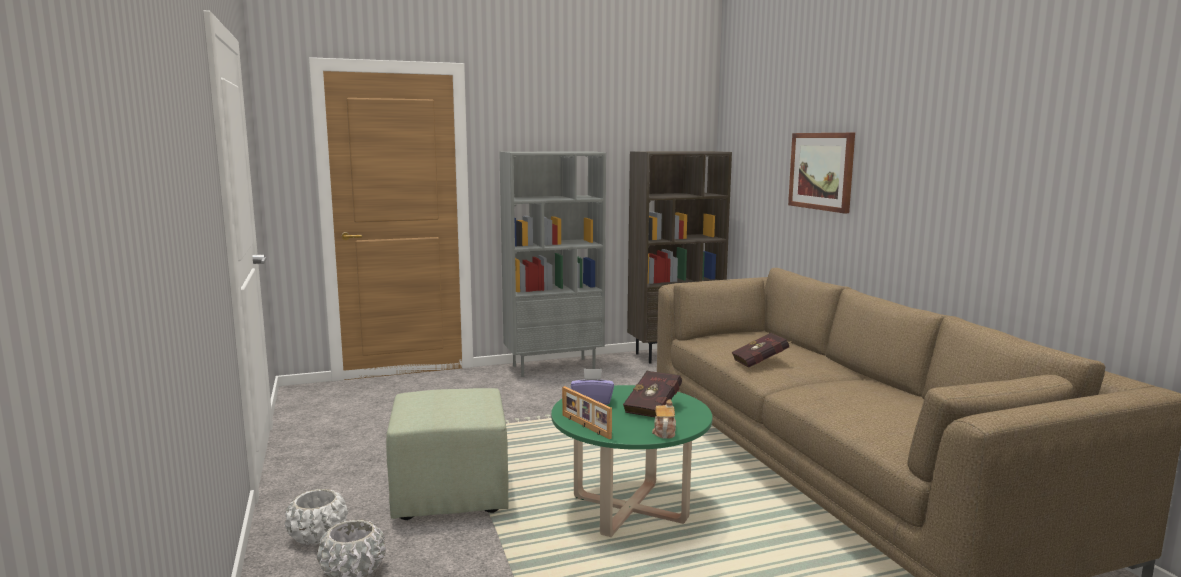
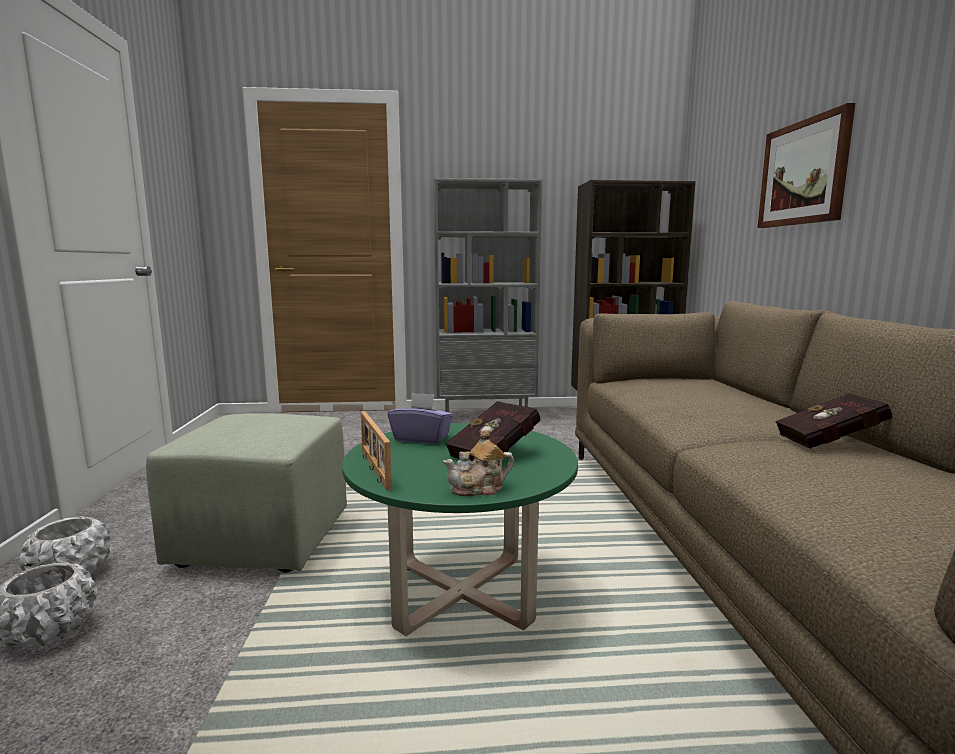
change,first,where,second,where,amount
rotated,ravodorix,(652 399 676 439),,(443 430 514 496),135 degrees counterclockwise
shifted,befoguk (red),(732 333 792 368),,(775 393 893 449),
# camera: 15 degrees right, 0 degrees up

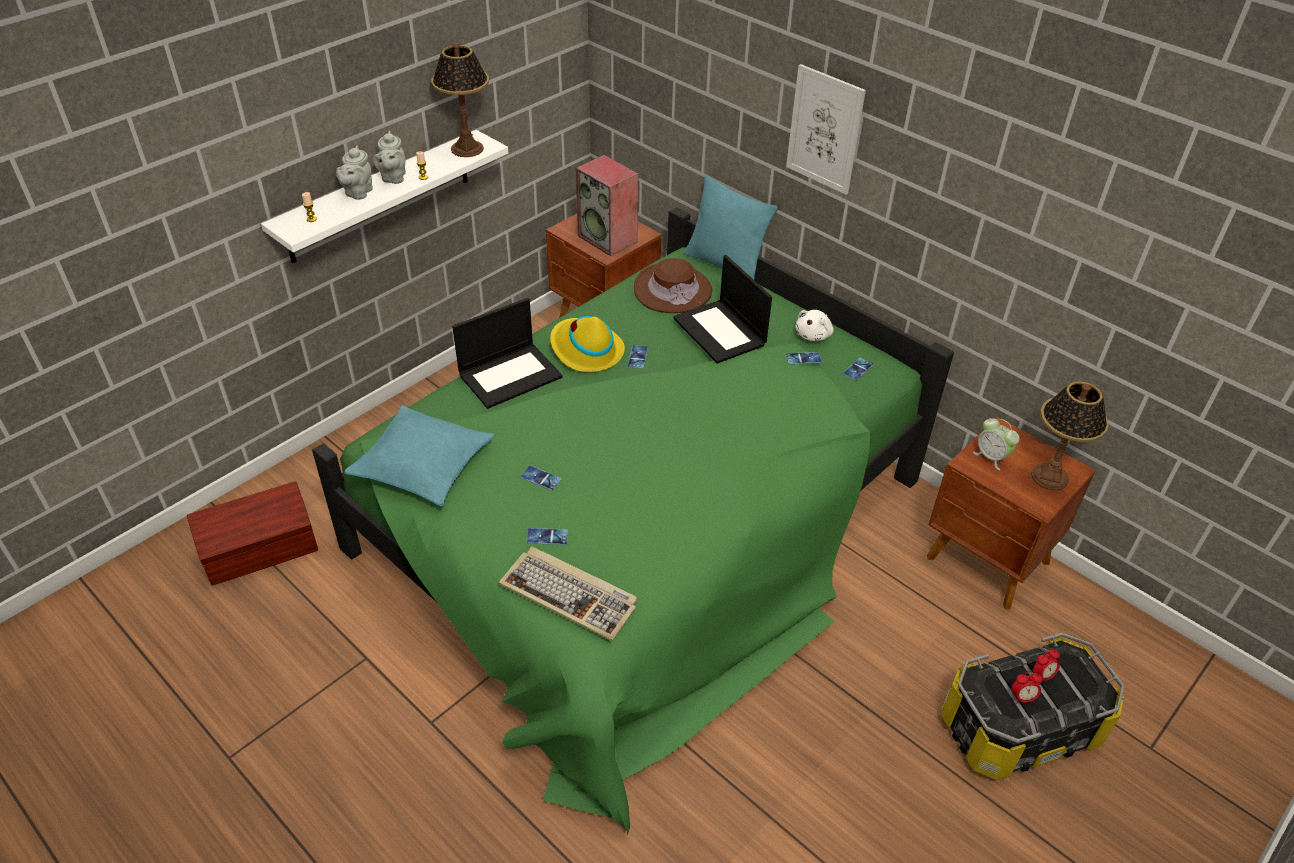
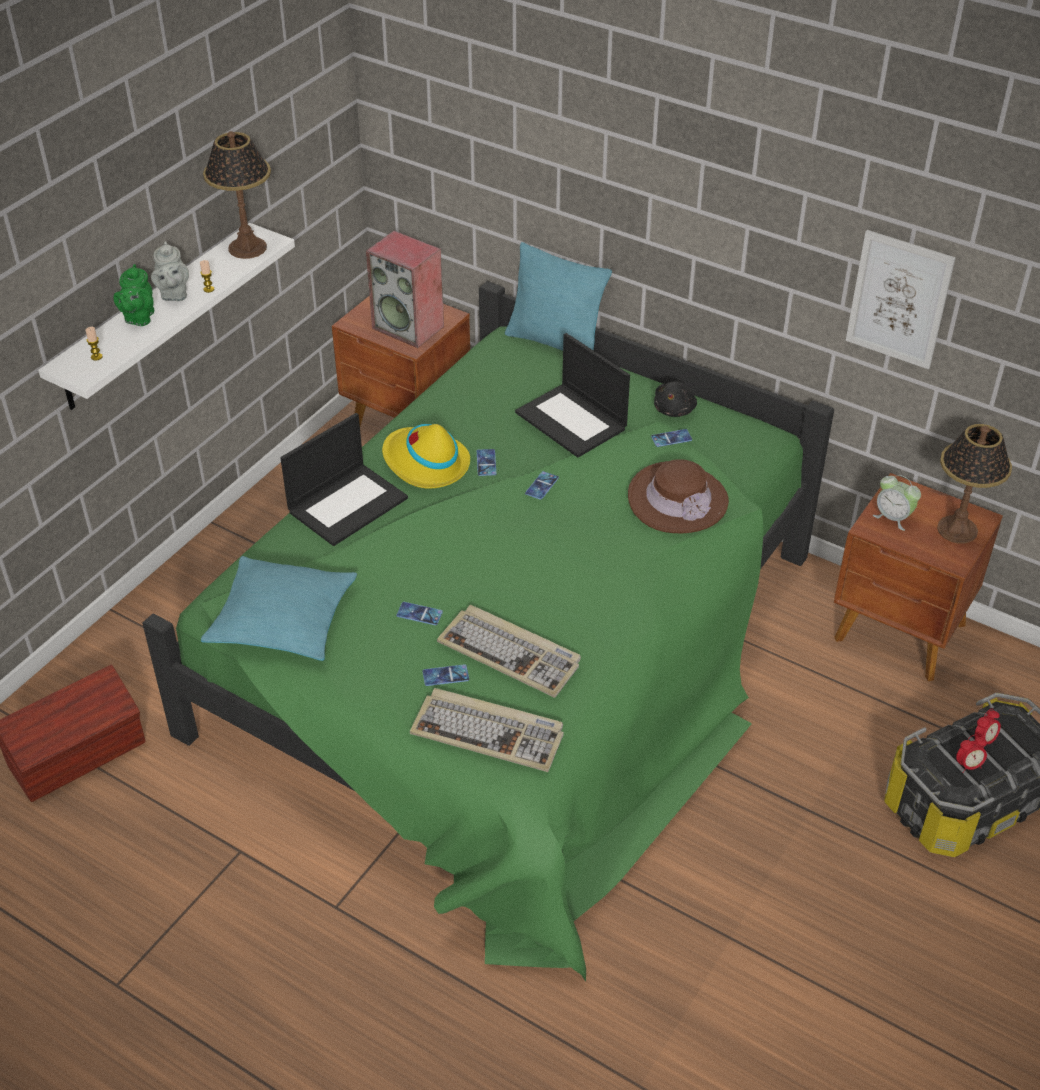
change,first,where,second,where,amount
repainted,ravodorix (grey),(336 146 373 200),ravodorix (green),(113 264 154 326),
shifted,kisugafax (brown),(634 258 712 313),,(628 459 729 533),
shifted,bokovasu,(786 64 866 195),,(846 230 956 370),
repainted,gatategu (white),(795 310 834 341),gatategu (black),(654 381 697 417),
shifted,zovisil,(843 358 873 380),,(525 471 559 500),
new,,,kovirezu,(437 605 581 698),
# camera: 10 degrees left, 0 degrees up

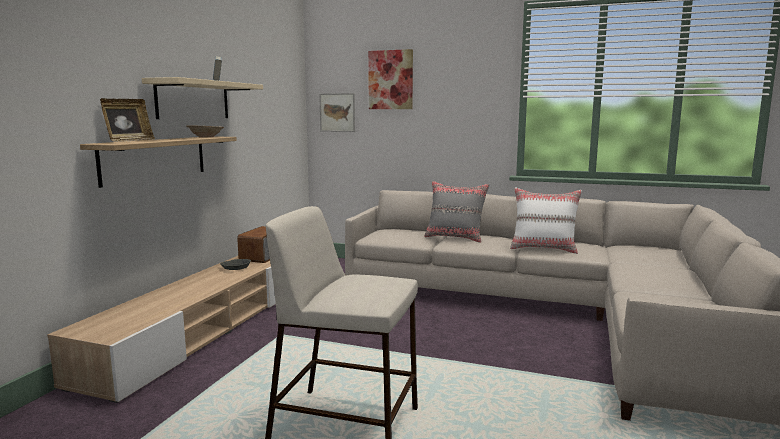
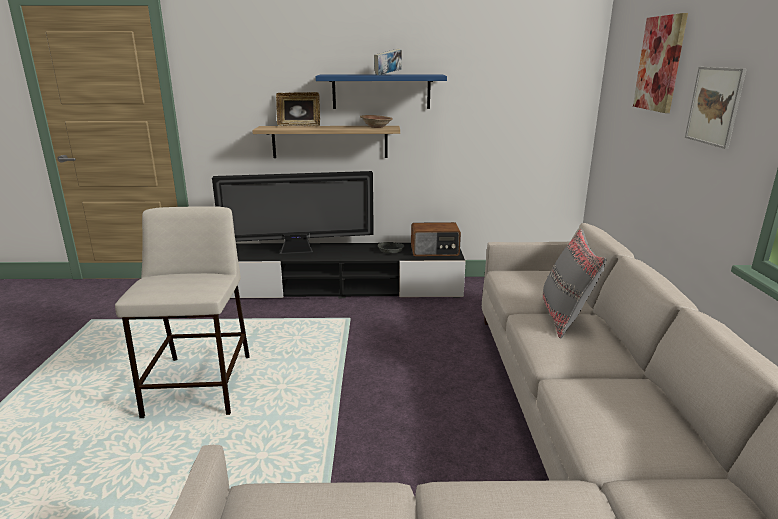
change,first,where,second,where,amount
repainted,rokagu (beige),(47 256 276 403),rokagu (black),(230 243 466 298),
repainted,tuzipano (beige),(142 77 263 119),tuzipano (blue),(315 75 447 109),
shifted,bokovasu,(319 93 355 132),,(685 67 746 149),
gone,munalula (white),(510 188 582 254),,,
new,,,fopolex,(212 171 374 254),
# camera: 70 degrees right, 10 degrees up

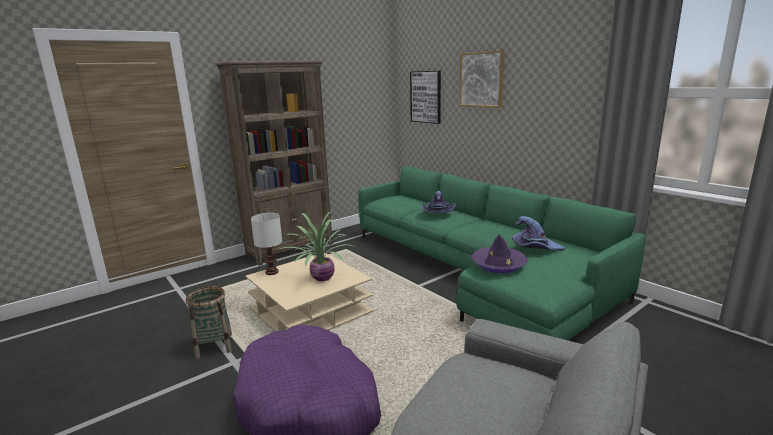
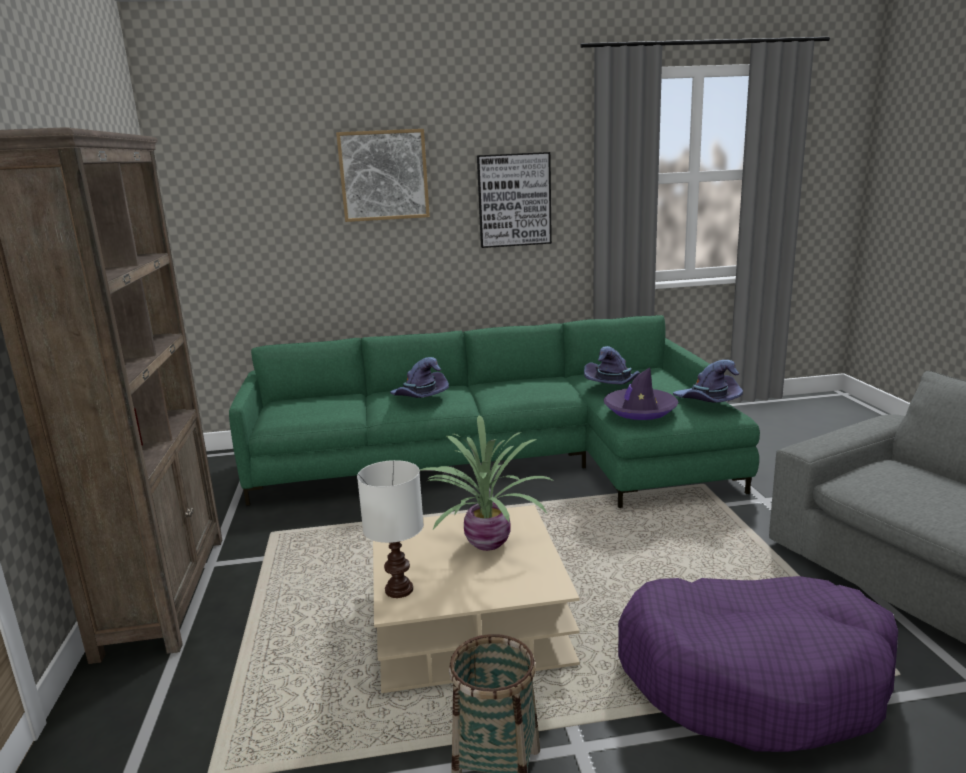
change,first,where,second,where,amount
shifted,bokovasu,(410 71 441 124),,(477 152 552 248),
new,,,kisugafax (purple),(673 360 743 403),
# camera: 60 degrees left, 0 degrees up

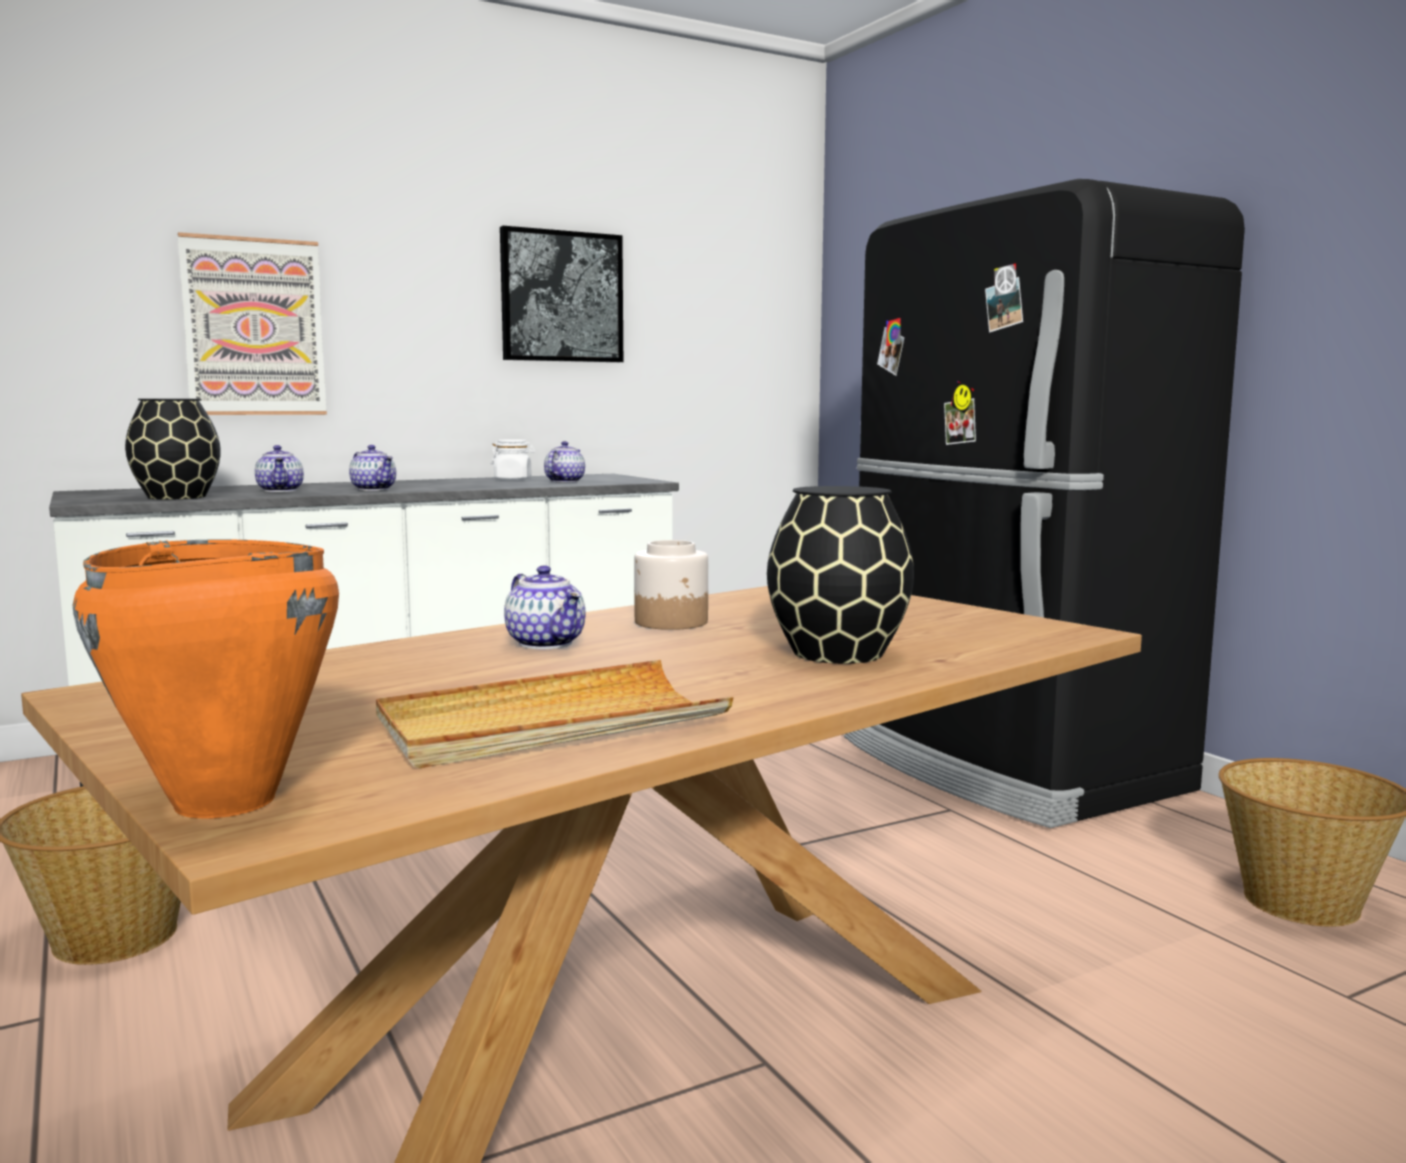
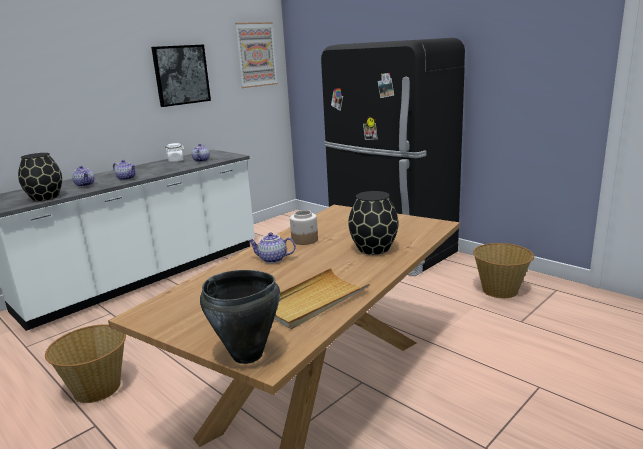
change,first,where,second,where,amount
repainted,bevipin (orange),(72 539 339 818),bevipin (black),(200 270 280 364),
shifted,bokovasu,(178 232 327 415),,(235 22 278 88),
rotated,ravodorix,(504 565 585 649),,(248 232 296 263),150 degrees clockwise
# camera: 15 degrees left, 10 degrees up

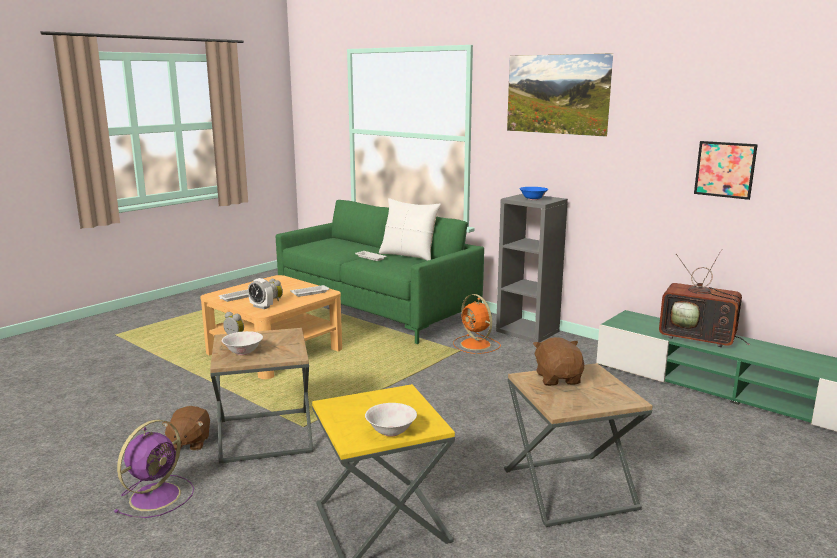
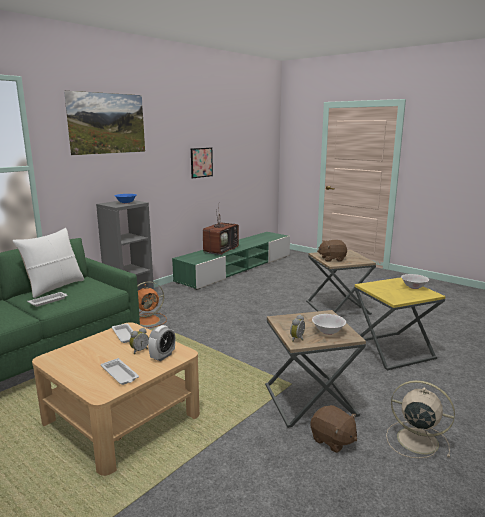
change,first,where,second,where,amount
repainted,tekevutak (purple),(114 420 194 518),tekevutak (beige),(386 380 455 458),
rotated,gatategu (brown),(162 406 210 451),,(310 405 357 453),45 degrees clockwise
# camera: 90 degrees left, 0 degrees up

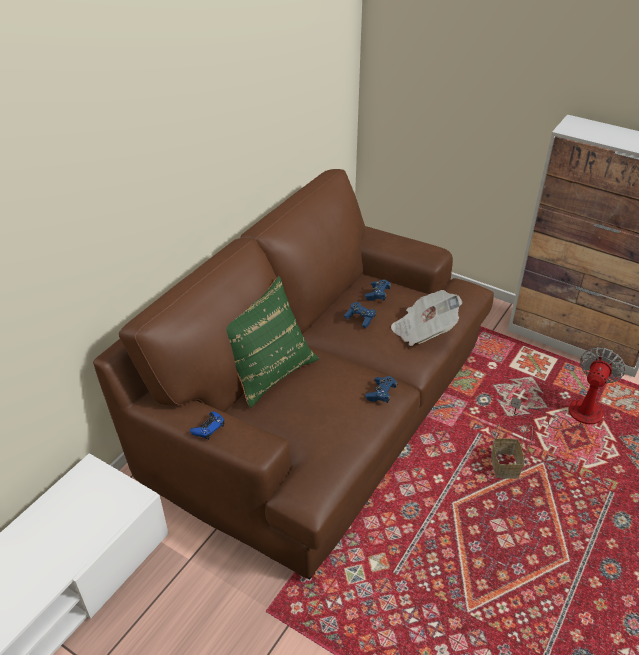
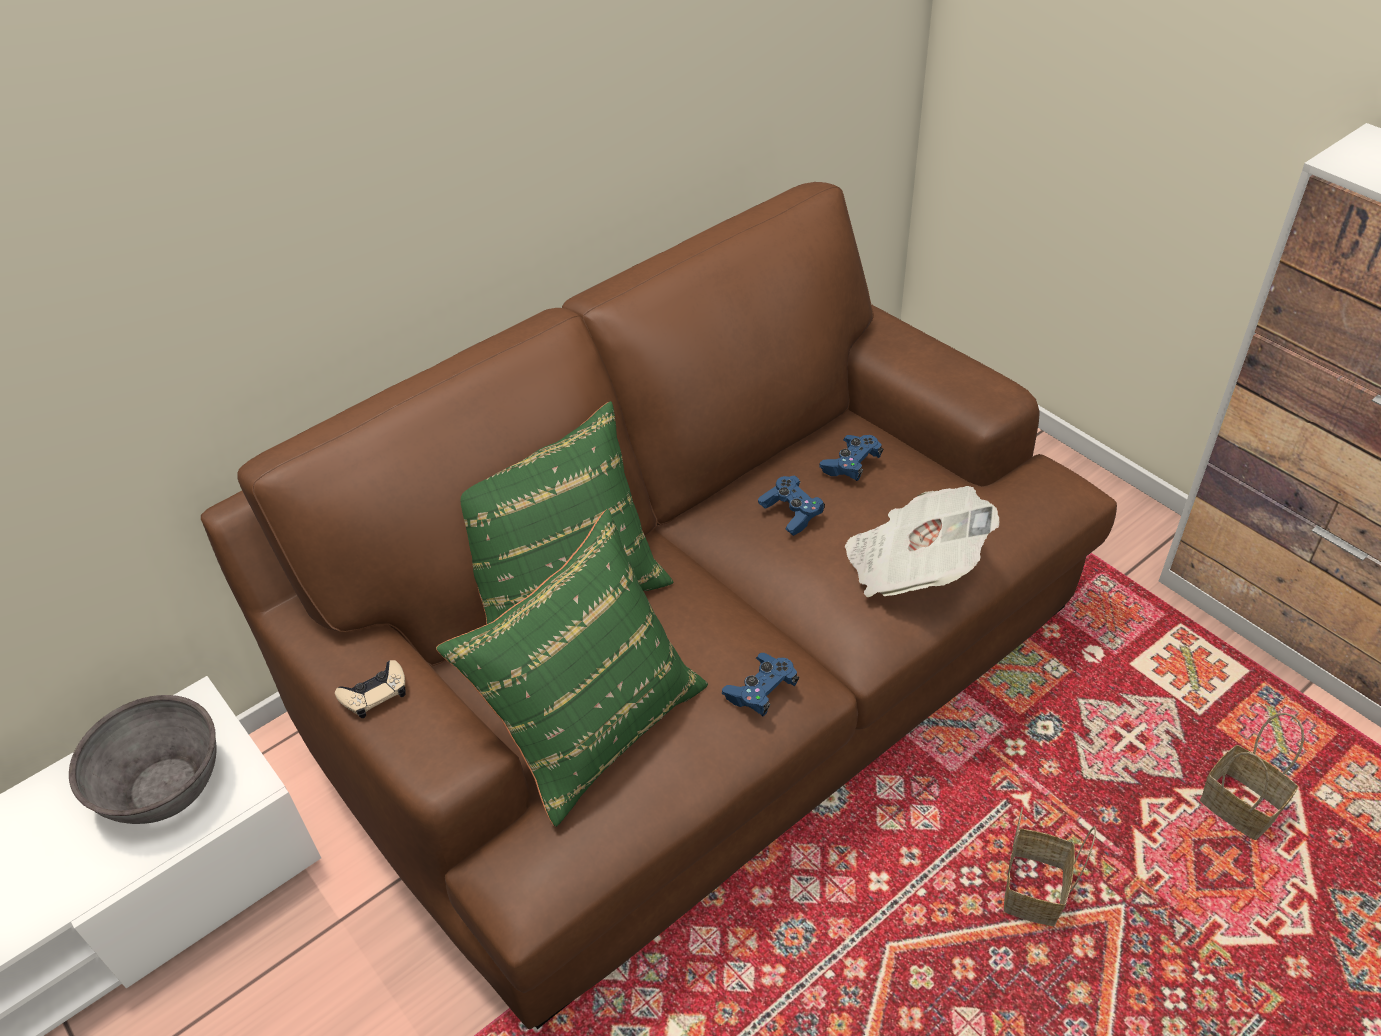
change,first,where,second,where,amount
repainted,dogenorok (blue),(190 412 225 440),dogenorok (beige),(335 660 406 718),
swapped,tekevutak,(511 347 625 429),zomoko,(1200 713 1304 840),
new,,,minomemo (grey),(69 695 217 824),
new,,,munalula (green),(436 509 708 827),
# camera: 20 degrees right, 5 degrees up

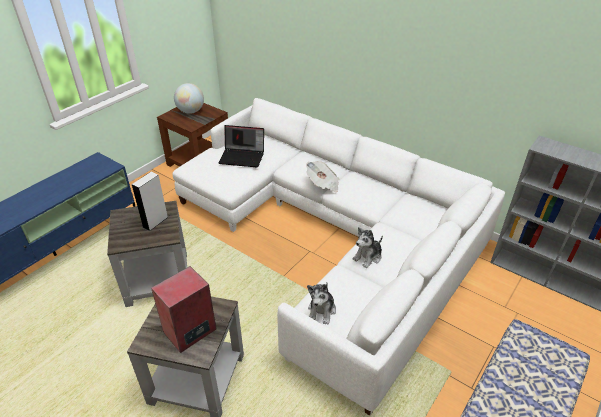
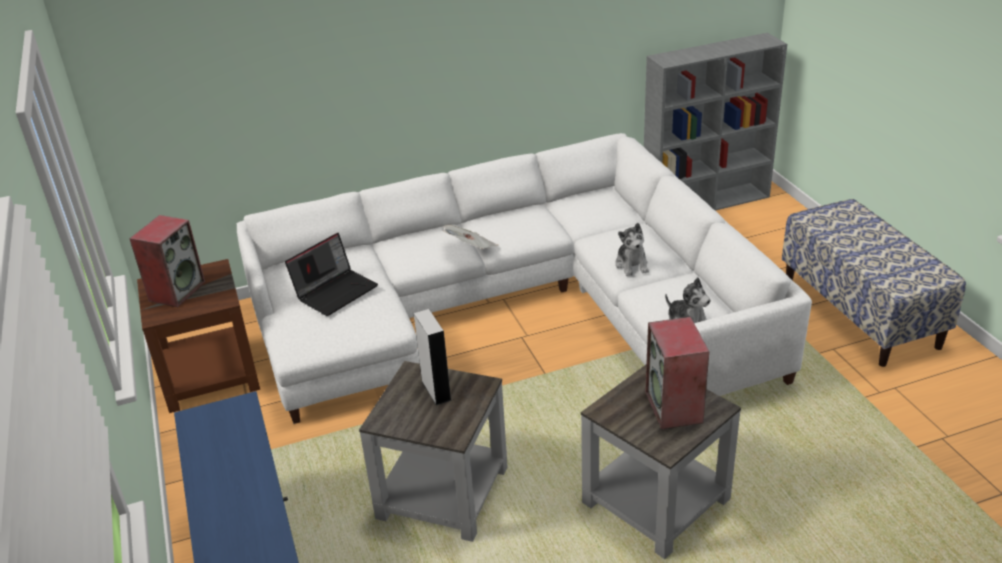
change,first,where,second,where,amount
swapped,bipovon,(174 83 204 114),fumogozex,(129 215 205 307),
# camera: 55 degrees left, 5 degrees down

